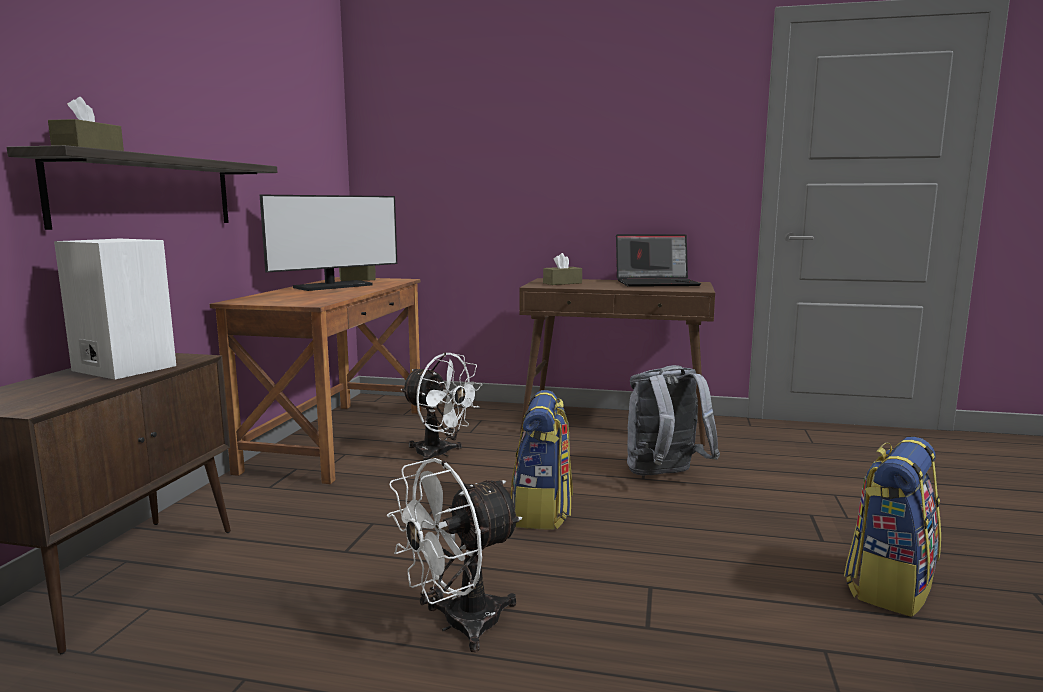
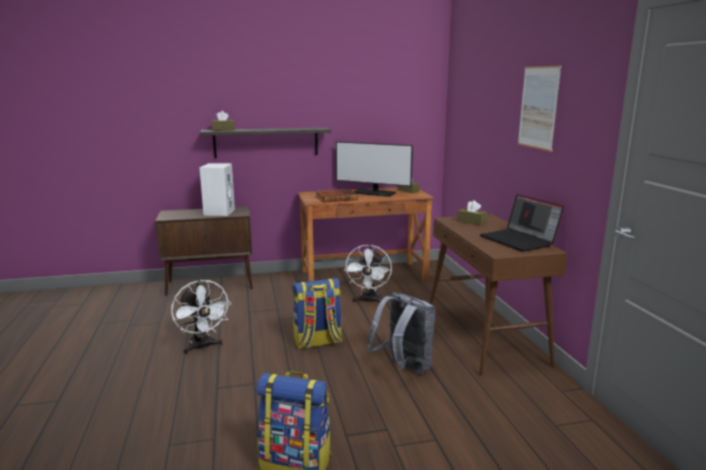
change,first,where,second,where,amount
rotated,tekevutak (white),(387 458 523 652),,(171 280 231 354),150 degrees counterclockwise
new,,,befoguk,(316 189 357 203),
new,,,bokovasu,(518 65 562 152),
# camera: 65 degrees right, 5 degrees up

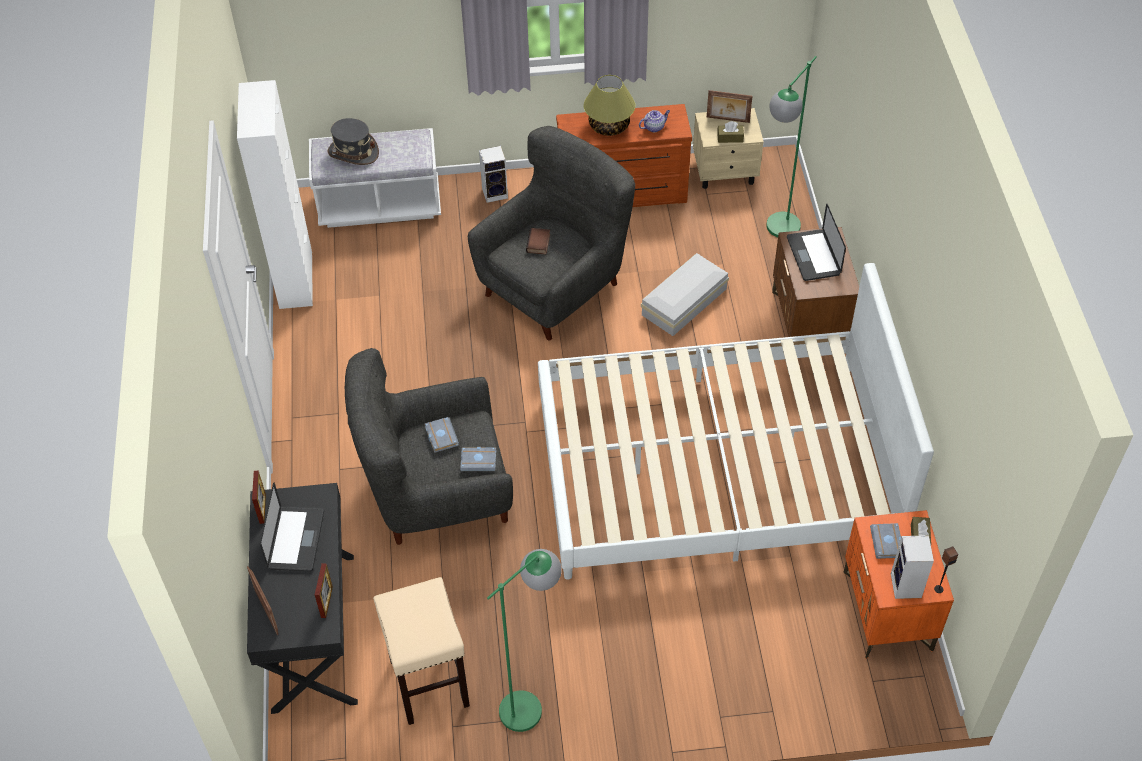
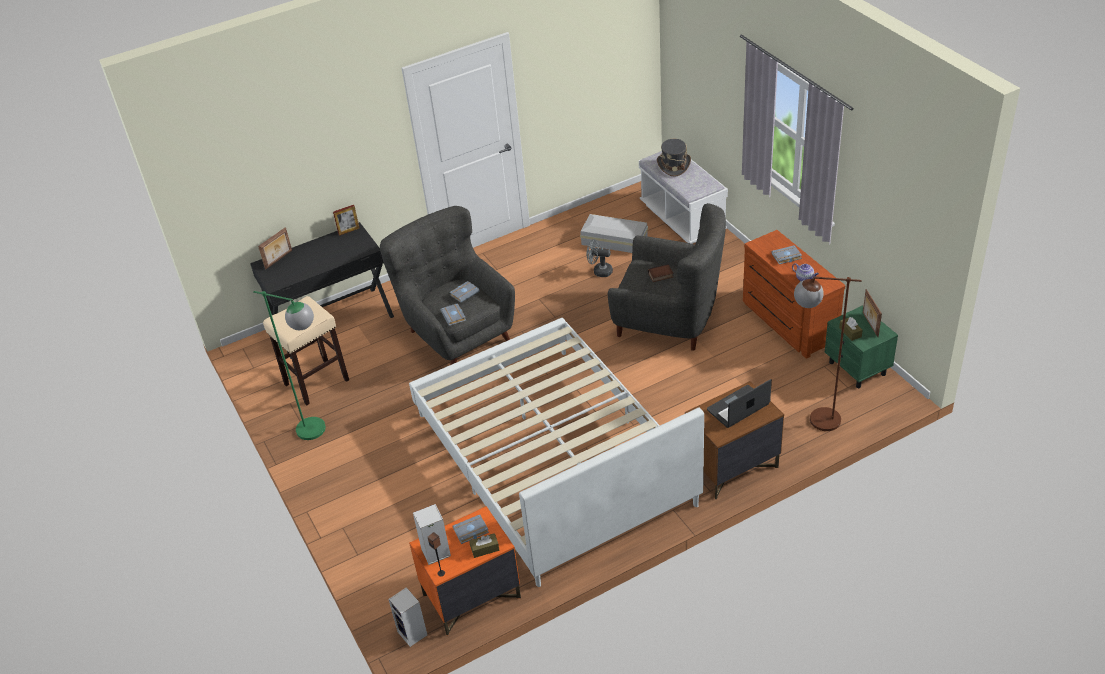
change,first,where,second,where,amount
gone,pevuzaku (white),(237 80 313 309),,,
gone,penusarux,(260 482 324 572),,,
gone,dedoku,(315 563 333 618),,,
shifted,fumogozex,(479 146 508 203),,(388 587 427 647),
swapped,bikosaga,(583 75 635 136),befoguk (grey),(772 245 802 264),
shifted,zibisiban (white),(641 253 729 336),,(580 214 648 253),
repainted,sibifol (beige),(693 108 764 189),sibifol (green),(825 306 898 388),
repainted,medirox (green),(766 56 817 237),medirox (brown),(794 277 862 431),
new,,,tekevutak (grey),(586 239 613 277),
# camera: 70 degrees right, 10 degrees down

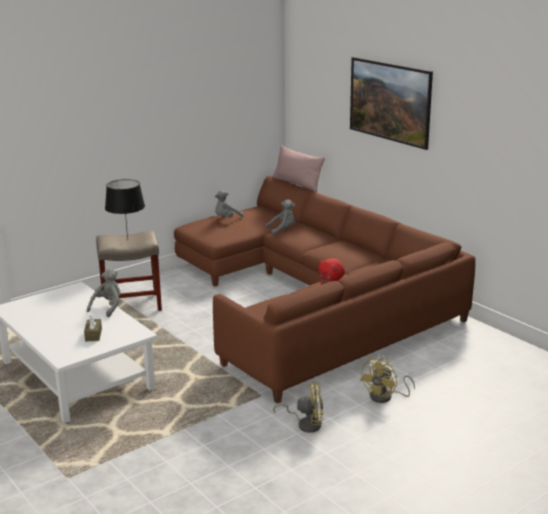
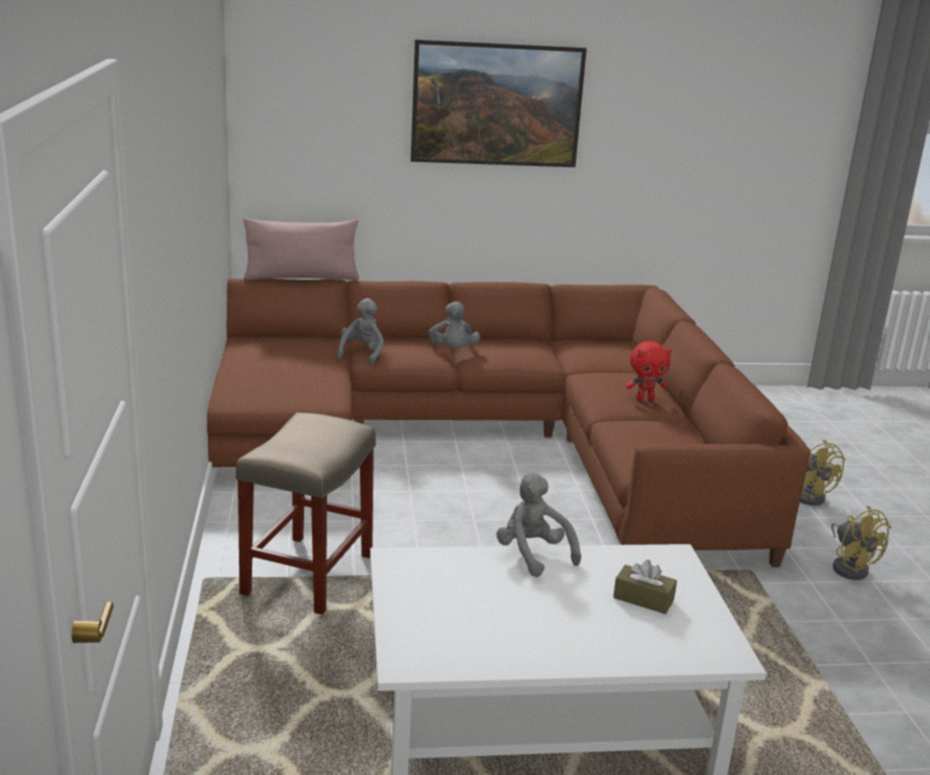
change,first,where,second,where,amount
gone,bikosaga (black),(105 179 145 241),,,
shifted,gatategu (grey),(215 190 244 217),,(429 302 480 348),
rotated,tekevutak (yellow),(273 382 324 433),,(831 506 891 580),120 degrees clockwise
# camera: 60 degrees left, 0 degrees up

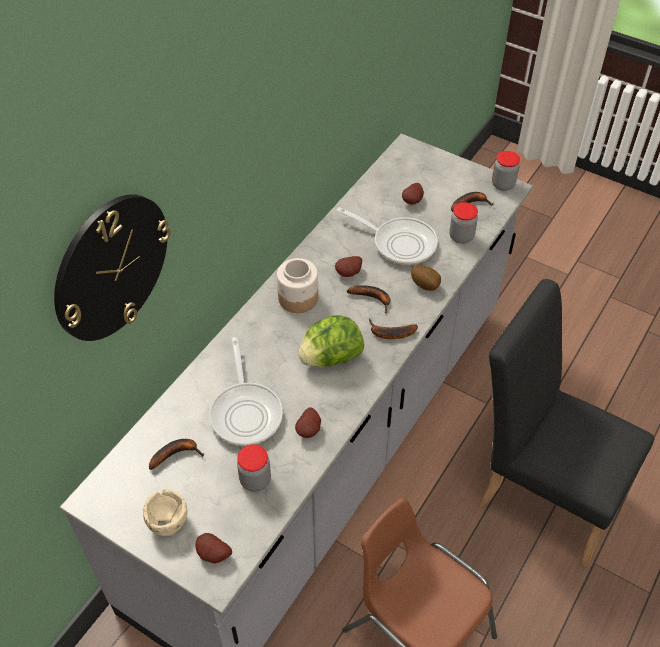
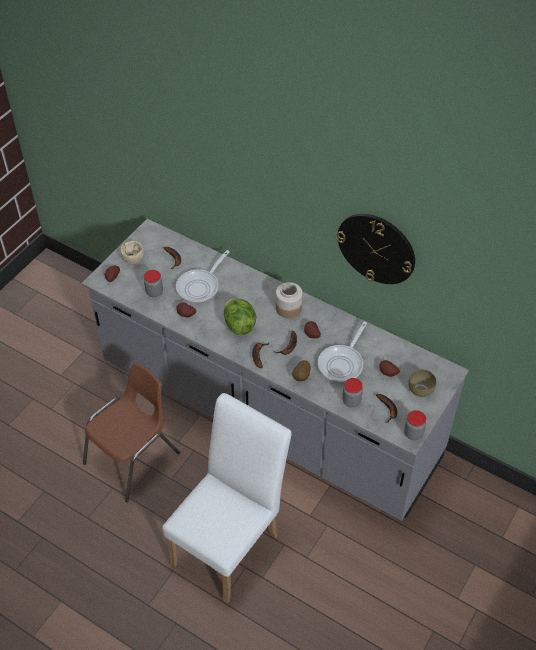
change,first,where,second,where,amount
shifted,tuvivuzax,(54 194 170 341),,(337 214 415 284),
rotated,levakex,(209 337 283 446),,(176 250 230 303),45 degrees counterclockwise
repainted,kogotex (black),(478 279 655 568),kogotex (white),(162 393 292 604),
new,,,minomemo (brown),(408 369 436 397),
# camera: 90 degrees right, 0 degrees up

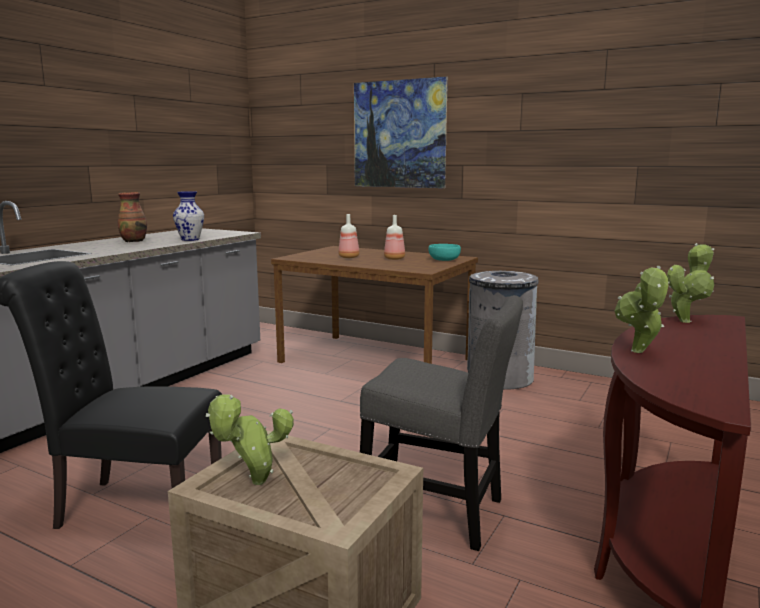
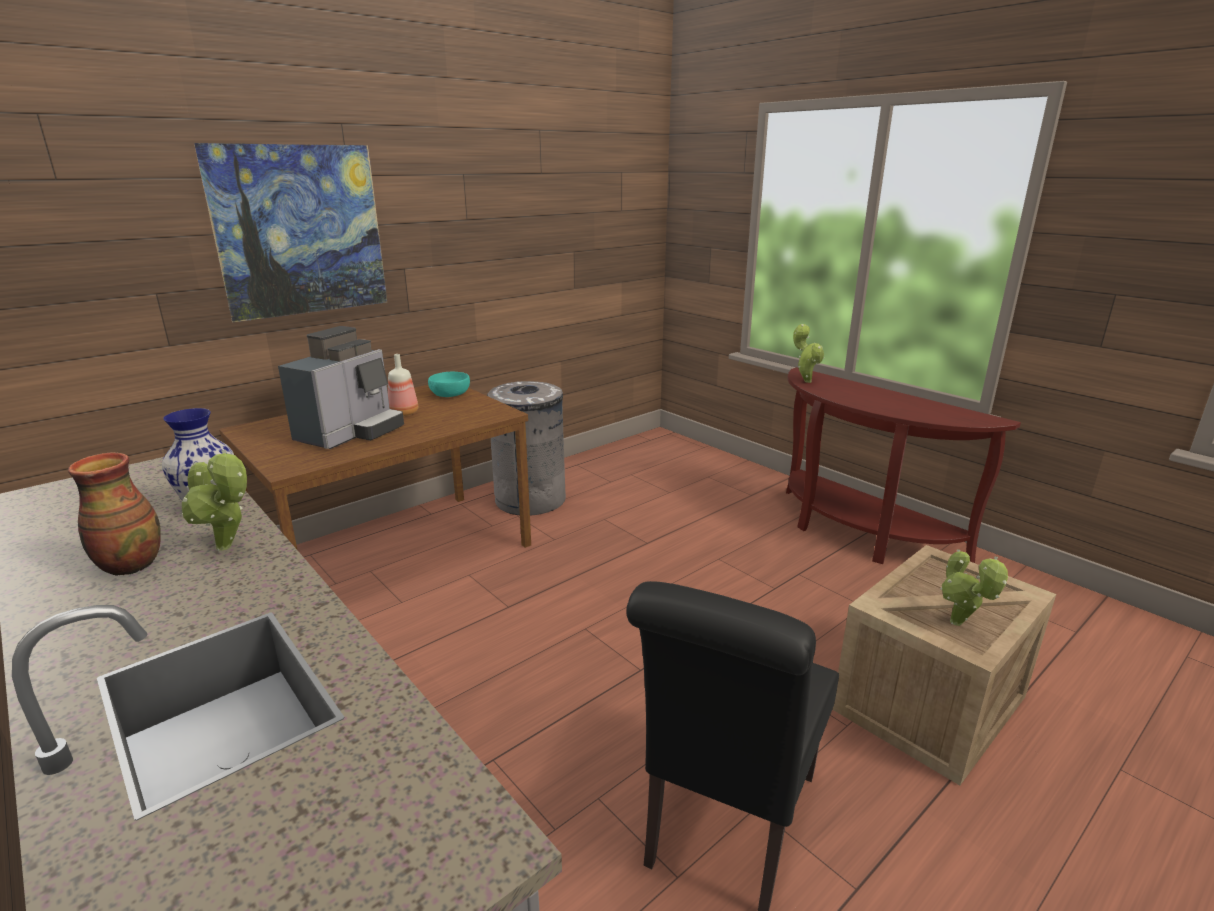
change,first,where,second,where,amount
swapped,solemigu,(338 214 359 258),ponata,(278 326 404 449),
gone,kogotex (grey),(360 295 523 551),,,
shifted,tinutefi,(615 266 670 353),,(182 450 247 551),
# camera: 70 degrees left, 10 degrees up

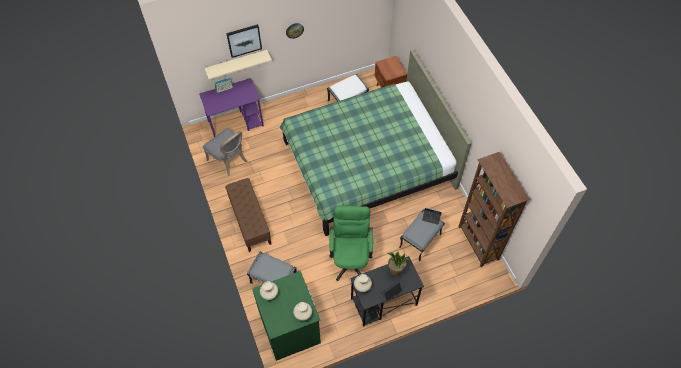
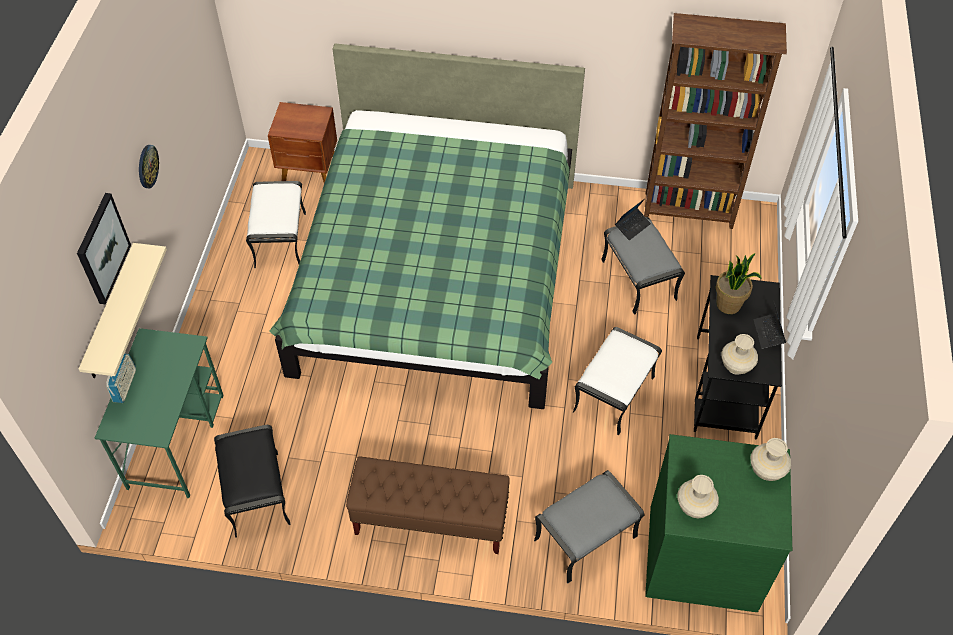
change,first,where,second,where,amount
repainted,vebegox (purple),(199 78 264 137),vebegox (green),(95 328 224 498),
swapped,kogotex (grey),(203 128 247 176),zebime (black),(214 425 291 538),
swapped,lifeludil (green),(329 206 373 281),zebime (white),(573 327 662 435),
# camera: 60 degrees left, 5 degrees down

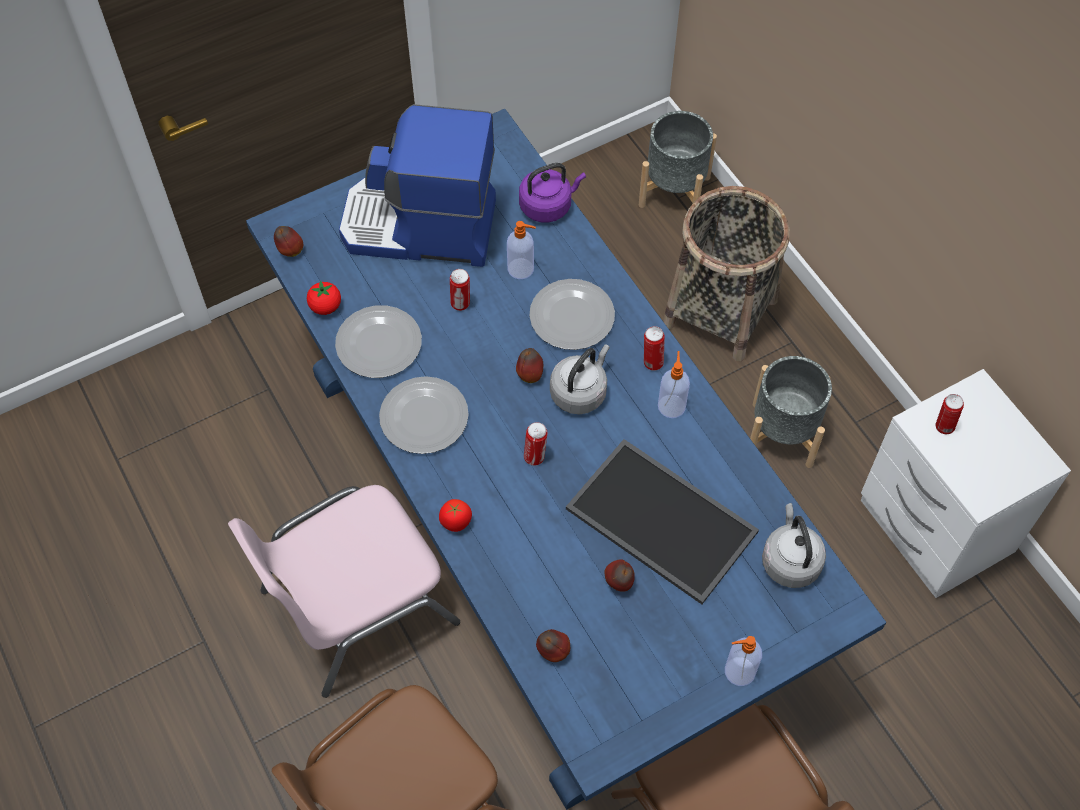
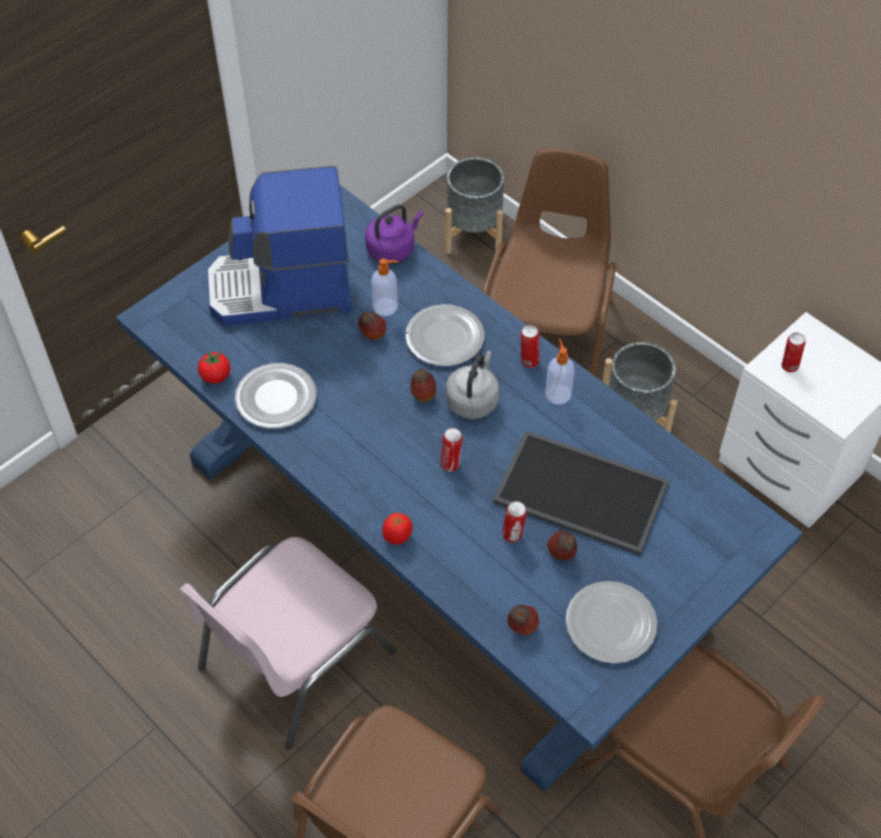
change,first,where,second,where,amount
shifted,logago,(274 226 303 257),,(358 311 386 340),
shifted,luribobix,(379 376 469 454),,(566 581 657 664),
shifted,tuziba,(450 269 470 311),,(502 501 527 542),
swapped,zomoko,(663 186 789 361),kogotex (brown),(482 149 616 377),
gone,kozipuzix,(725 636 762 686),,,
gone,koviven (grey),(762 503 826 588),,,
# camera: 15 degrees left, 5 degrees down

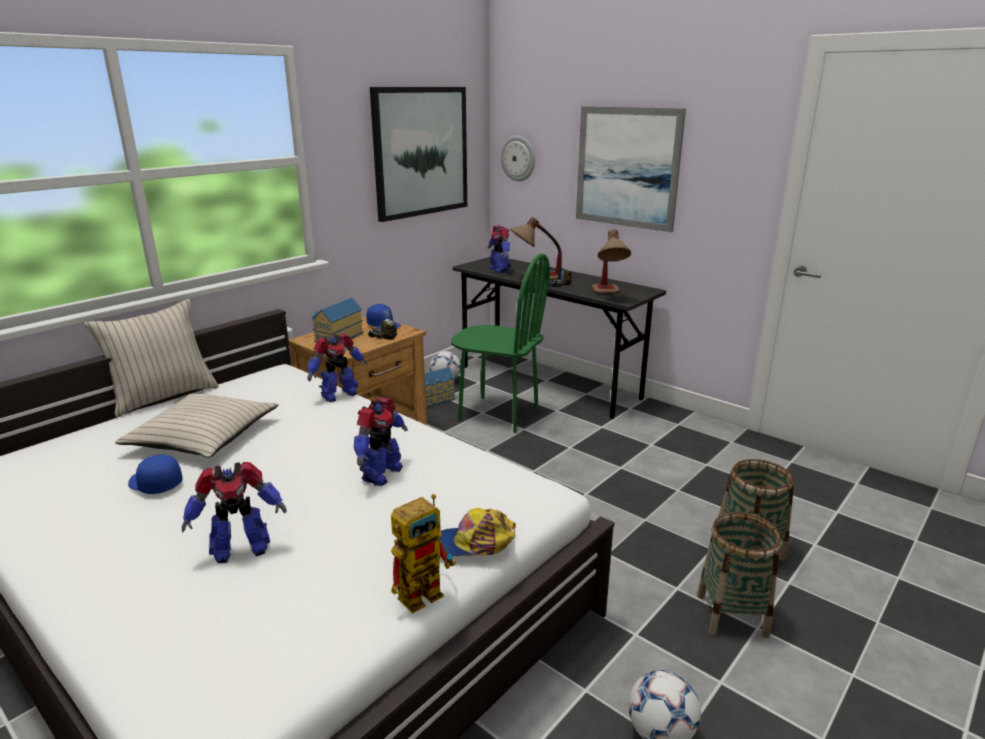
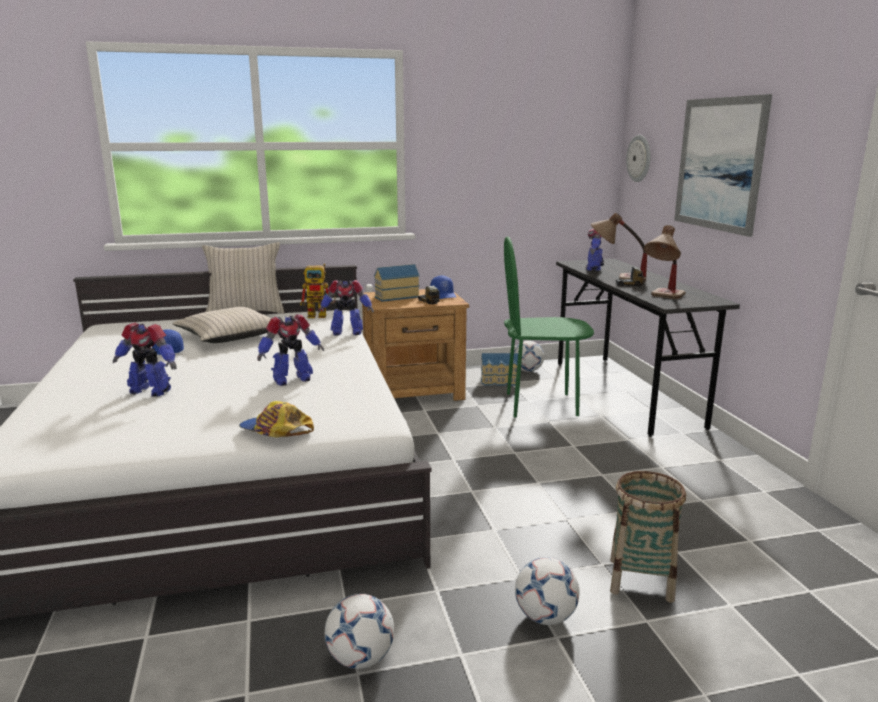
change,first,where,second,where,amount
gone,bokovasu,(370 87 467 222),,,
shifted,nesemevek,(391 494 456 613),,(300 264 336 318),
rotated,kogotex (green),(451 253 550 433),,(504 237 594 417),120 degrees clockwise
swapped,zomoko,(697 512 782 638),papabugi,(515 557 579 625),
# camera: 35 degrees right, 5 degrees down

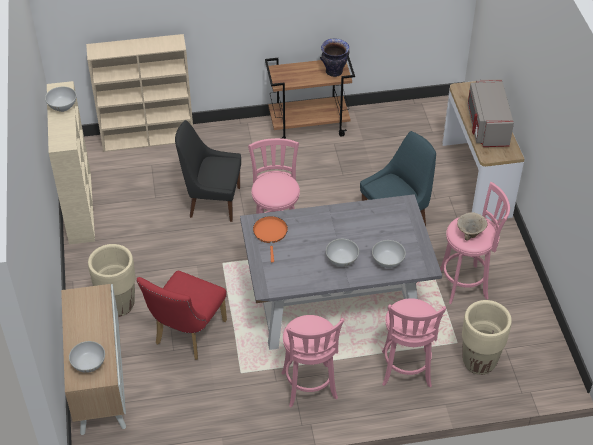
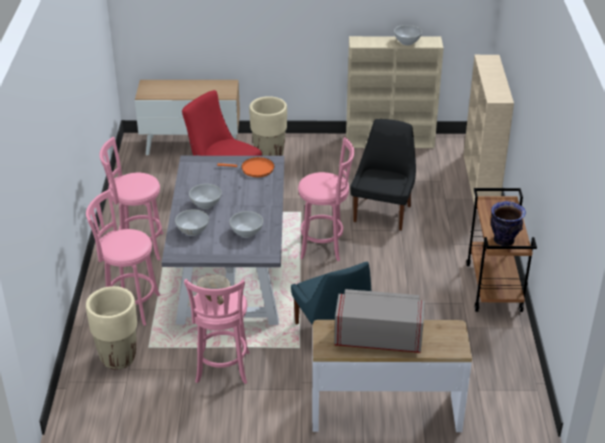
change,first,where,second,where,amount
shifted,minomemo (white),(69 341 105 373),,(229 211 263 238),
# camera: 100 degrees right, 10 degrees down

